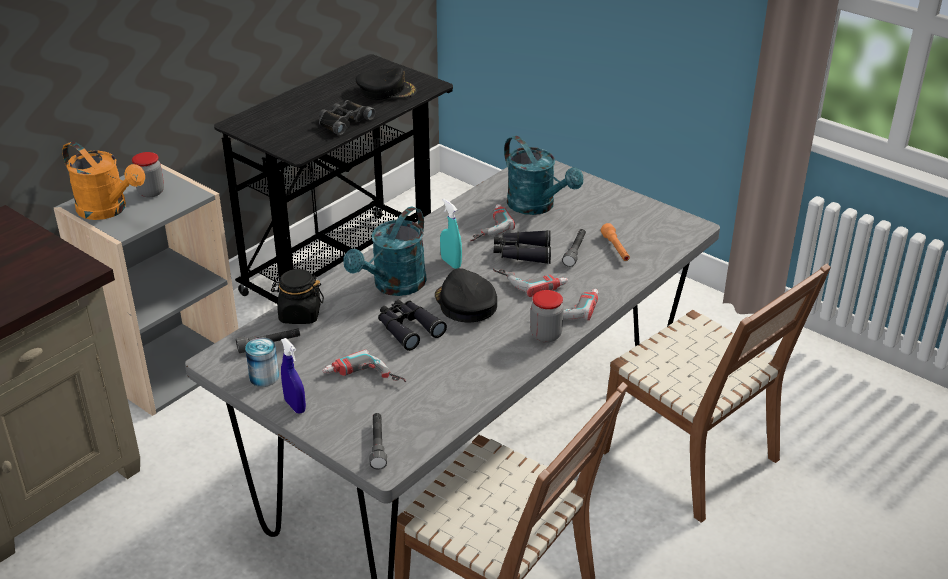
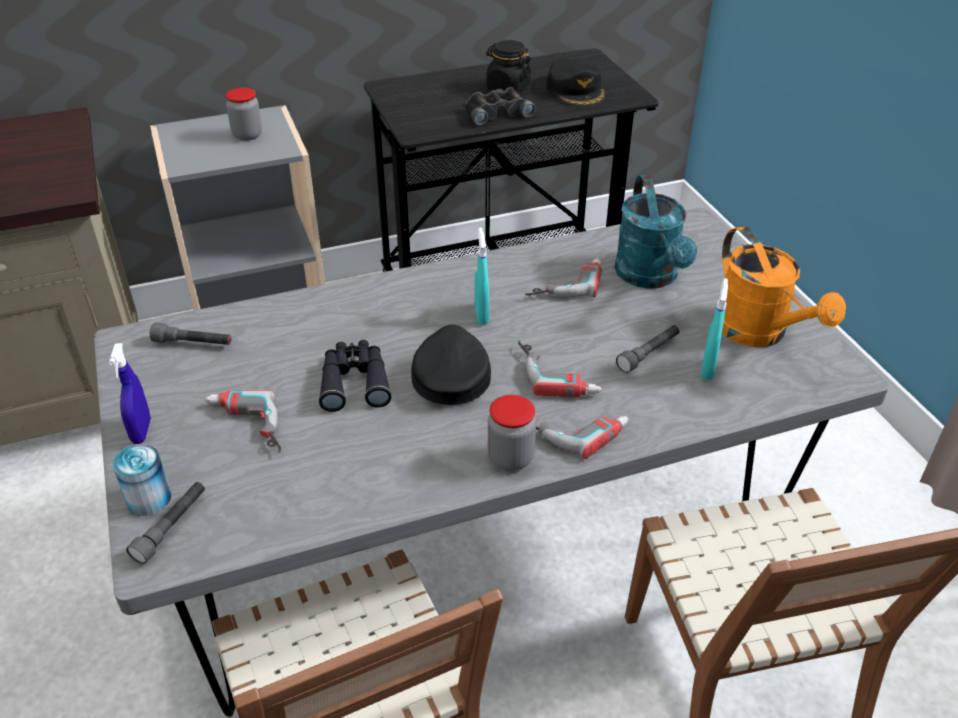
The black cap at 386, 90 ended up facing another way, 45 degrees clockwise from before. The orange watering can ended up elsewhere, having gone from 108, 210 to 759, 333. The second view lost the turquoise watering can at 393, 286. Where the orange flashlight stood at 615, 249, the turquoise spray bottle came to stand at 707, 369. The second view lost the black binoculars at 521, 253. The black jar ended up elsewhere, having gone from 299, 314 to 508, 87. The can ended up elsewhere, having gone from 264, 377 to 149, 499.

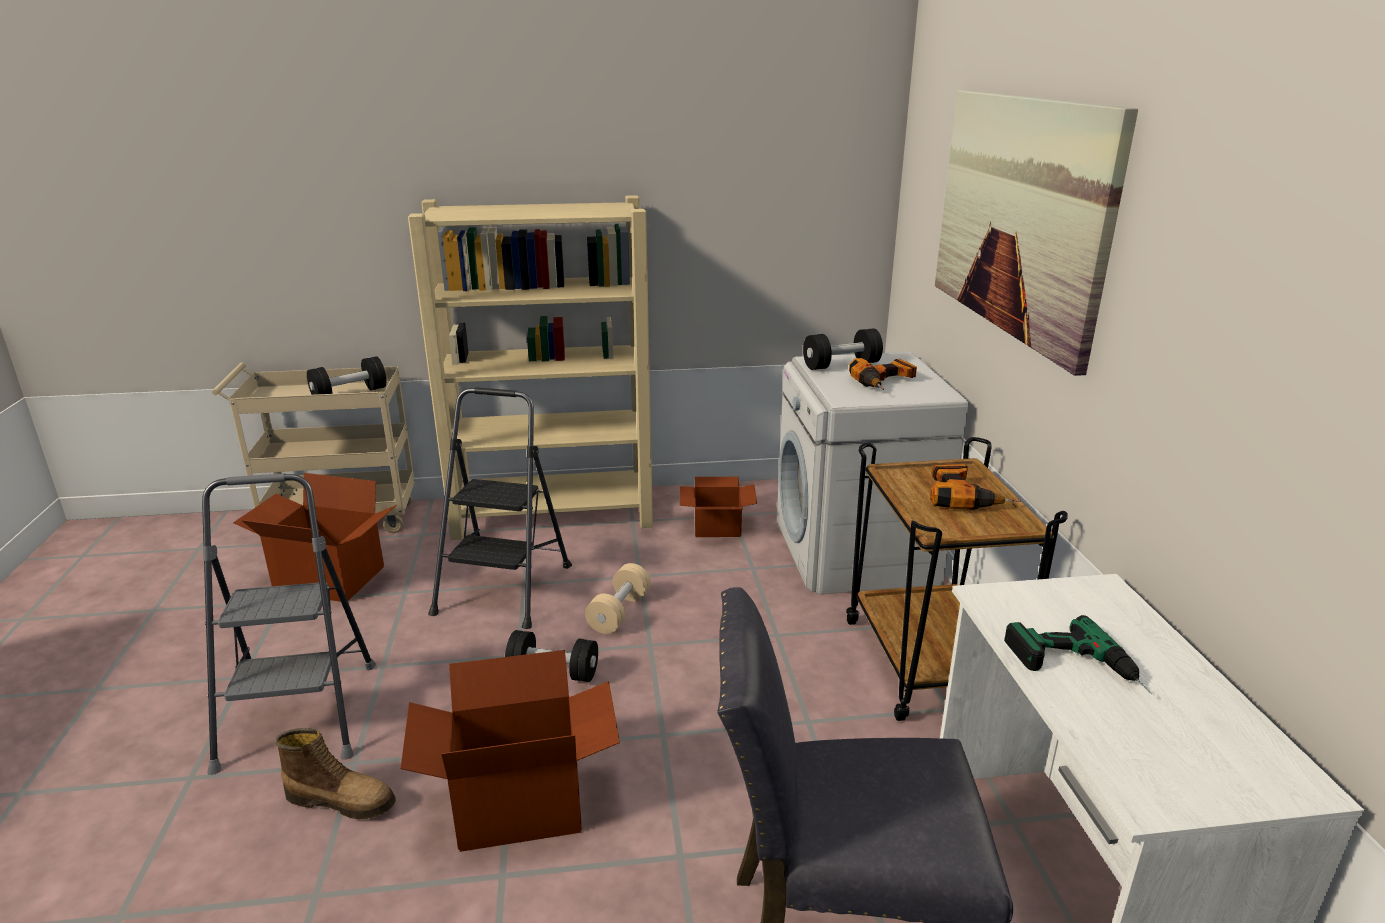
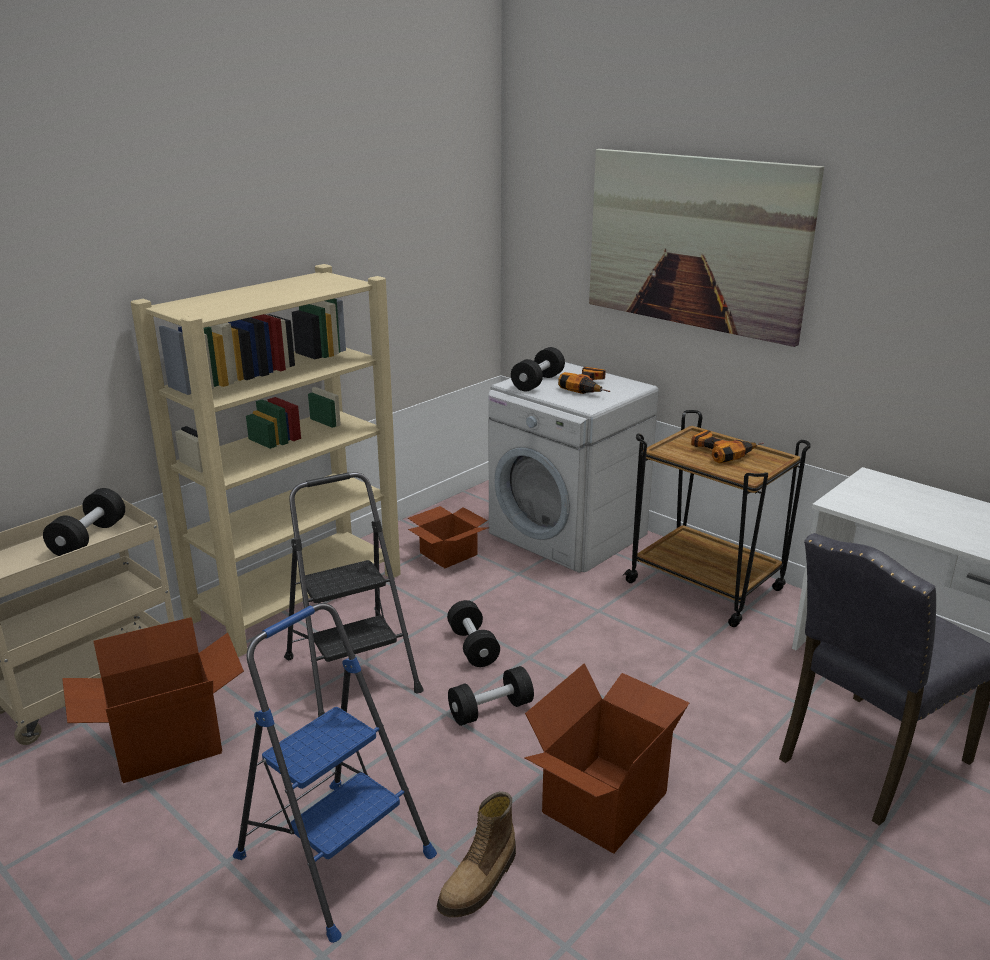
What was the grey step ladder at 300, 710 turned into the blue step ladder at 331, 850. What was the beige dumbbell at 619, 612 turned into the black dumbbell at 473, 646. The second view lost the power drill at 1077, 669. The boot at 342, 800 ended up facing another way, 150 degrees clockwise from before.

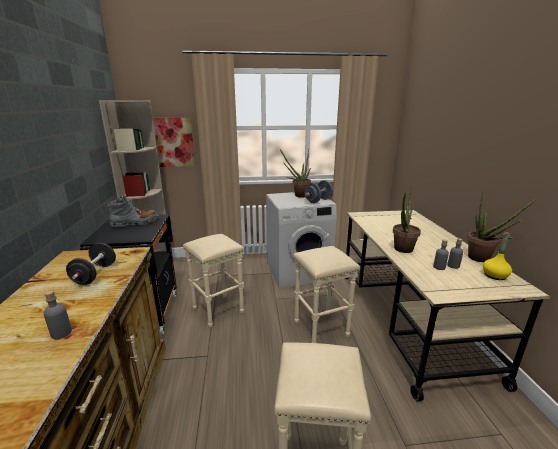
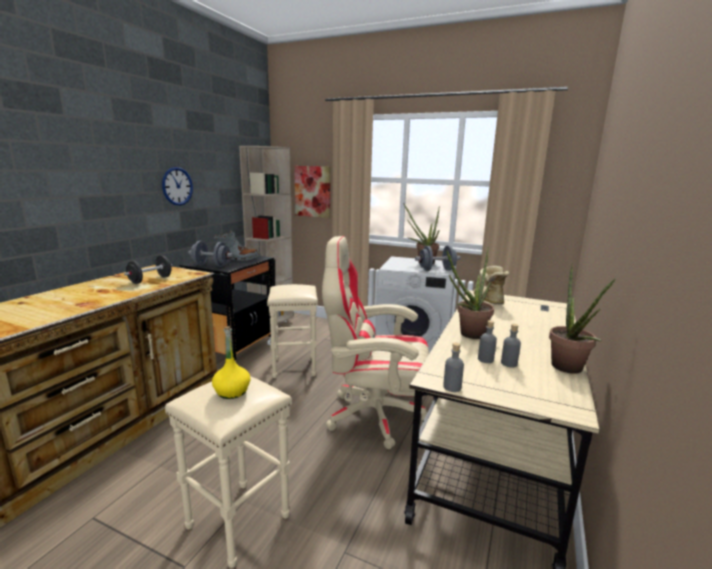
The yellow bottle ended up elsewhere, having gone from 494, 275 to 232, 391. Where the beige stool stood at 320, 328, the beige office chair came to stand at 375, 415. The grey bottle ended up elsewhere, having gone from 61, 333 to 452, 387. The second view gained the wall clock at 177, 186. The second view gained the grey dumbbell at 211, 266. The second view gained the boot at 487, 300.

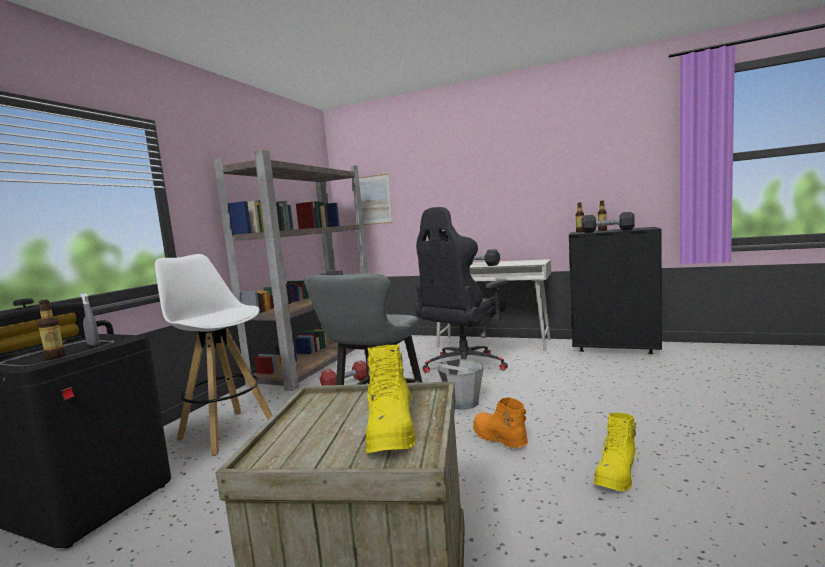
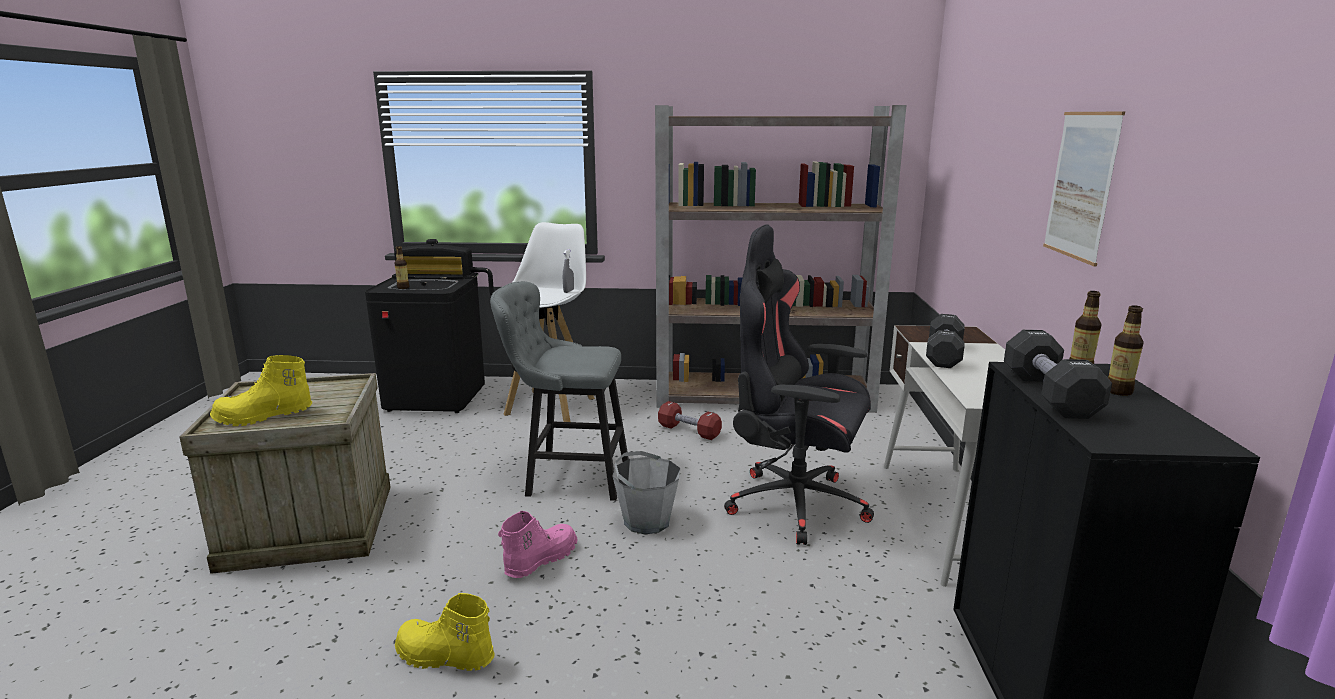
The picture ended up elsewhere, having gone from 373, 200 to 1081, 185. The grey spray bottle ended up elsewhere, having gone from 93, 344 to 568, 291. What was the orange boot at 498, 438 turned into the pink boot at 540, 560.

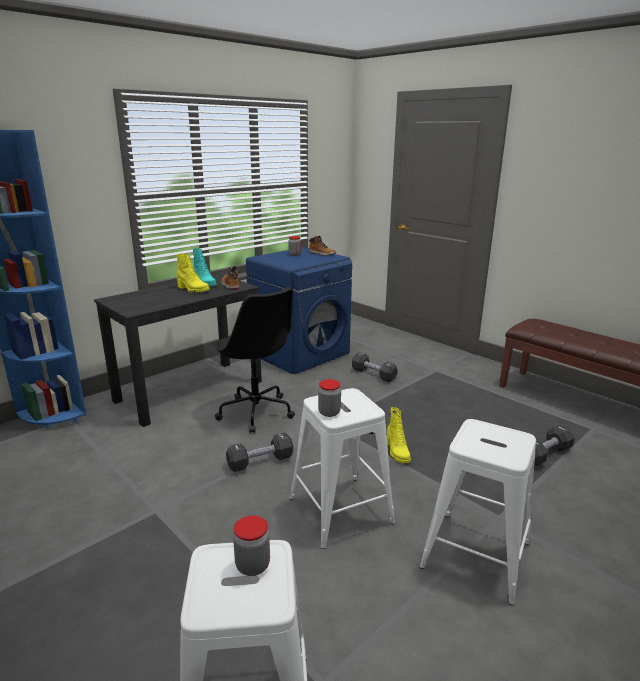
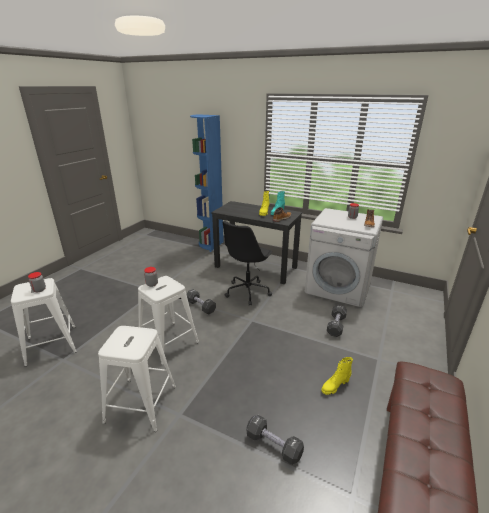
What was the blue washing machine at 302, 353 turned into the white washing machine at 338, 288. The yellow boot ended up elsewhere, having gone from 397, 452 to 335, 386.

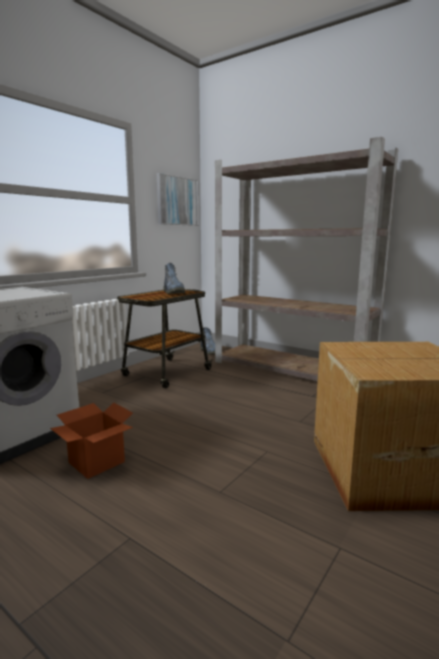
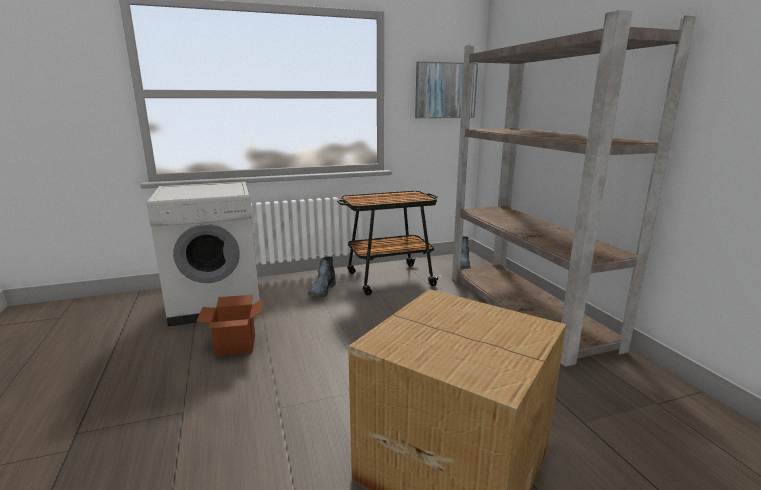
The boot ended up elsewhere, having gone from 173, 292 to 322, 291.

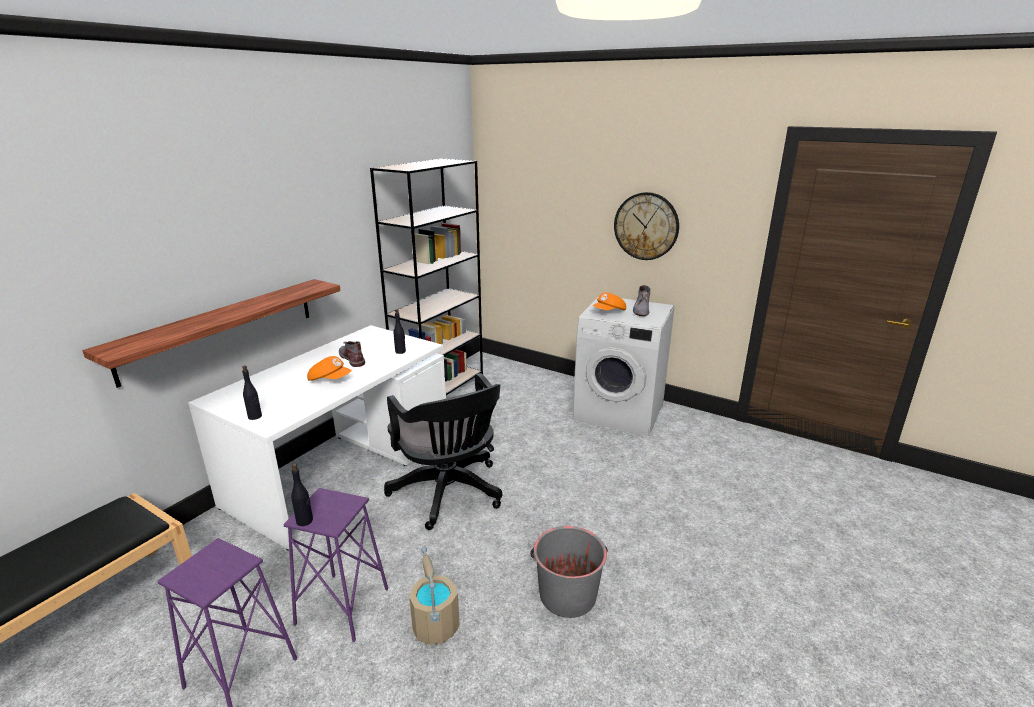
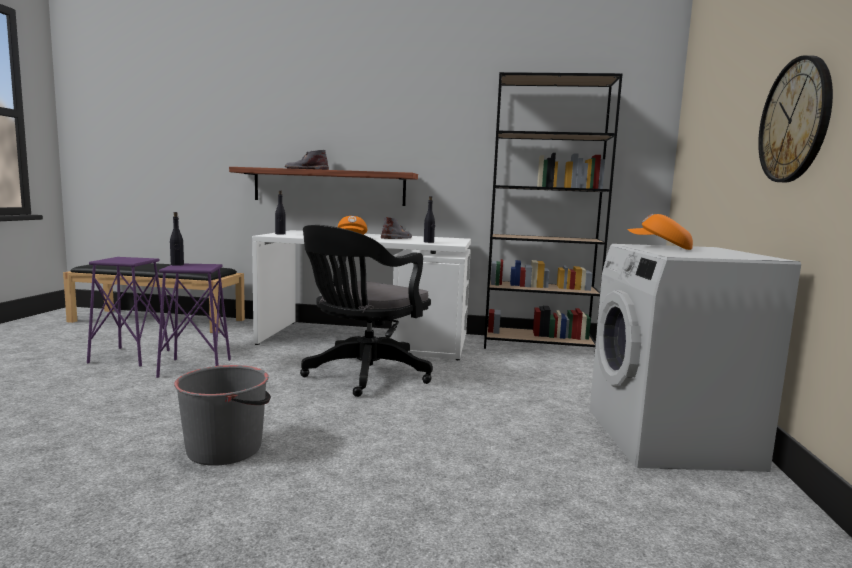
The grey boot ended up elsewhere, having gone from 641, 309 to 306, 169. The second view lost the beige bucket at 435, 626.

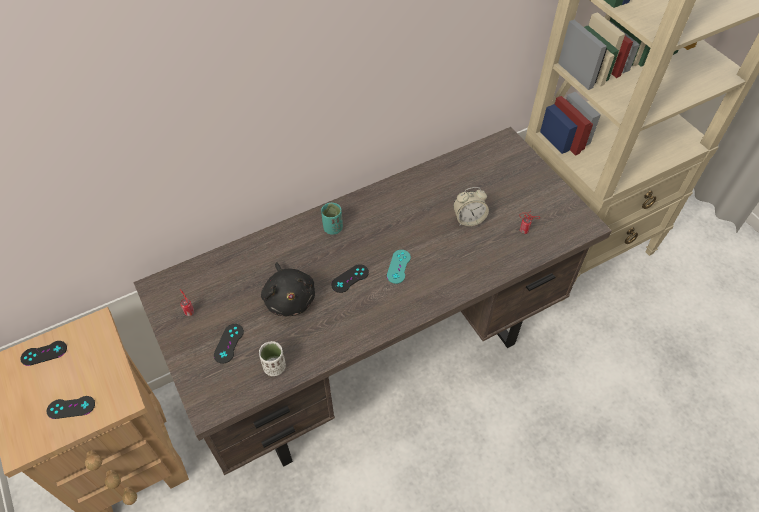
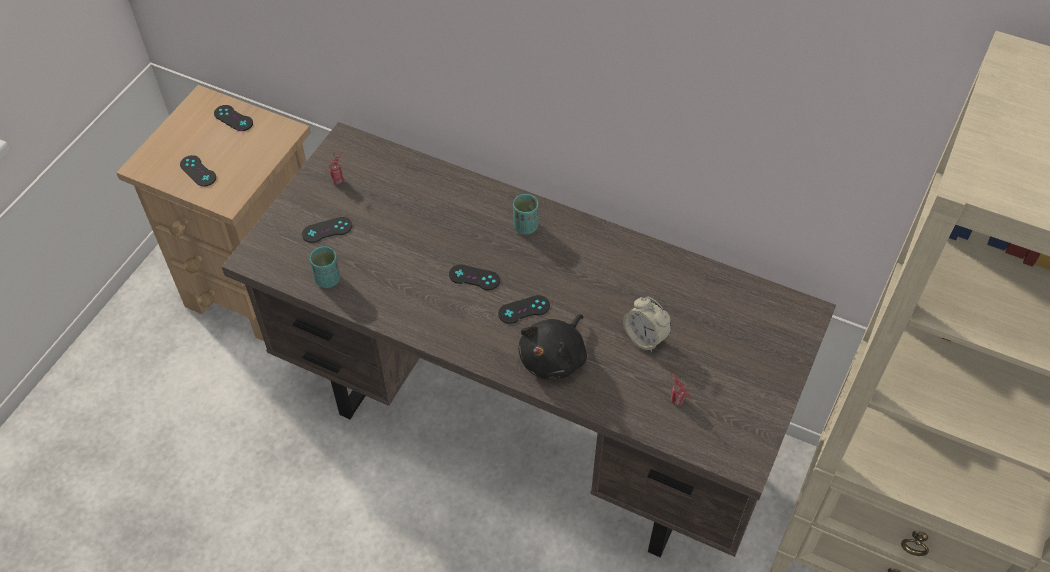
What was the turquoise game controller at 398, 266 turned into the black game controller at 524, 310. The black plush toy ended up elsewhere, having gone from 290, 298 to 554, 357. What was the white cup at 274, 367 turned into the turquoise cup at 328, 279.

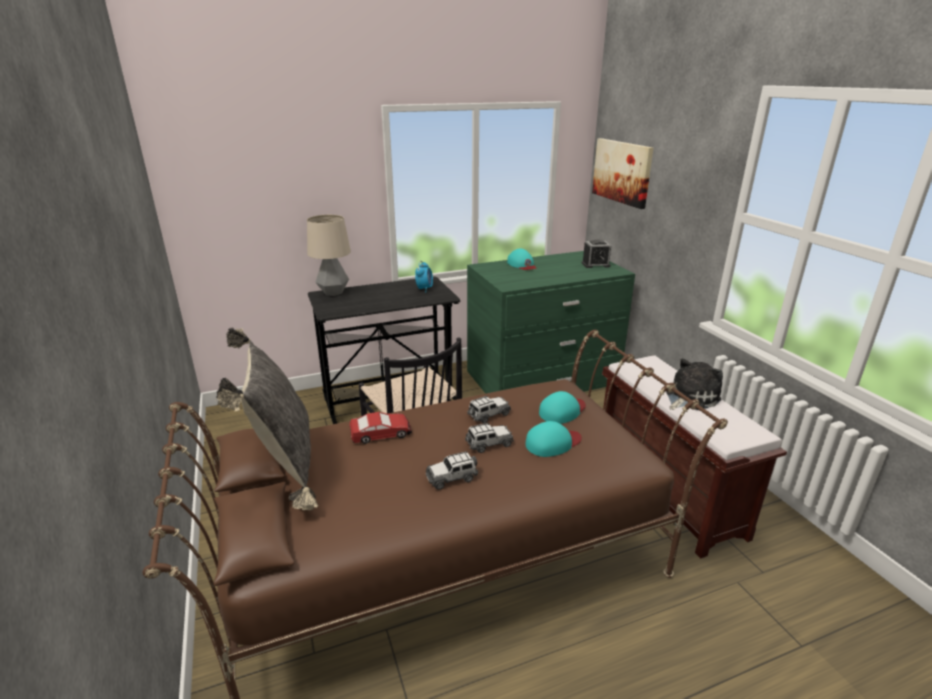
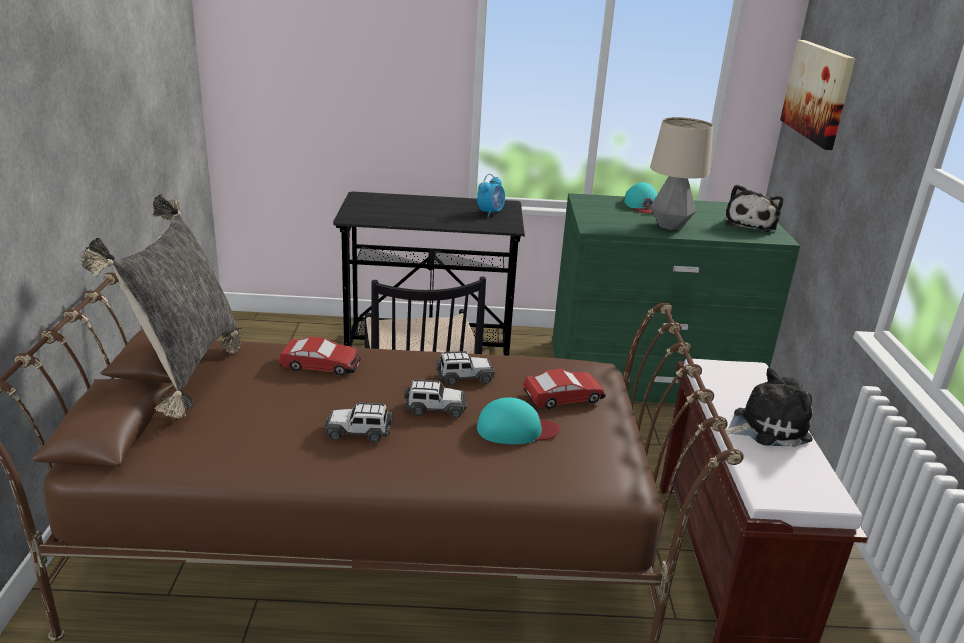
The table lamp ended up elsewhere, having gone from 333, 293 to 670, 226. Where the alarm clock stood at 595, 264, the plush toy came to stand at 751, 224. Where the turquoise cap stood at 562, 411, the toy car came to stand at 564, 397.

